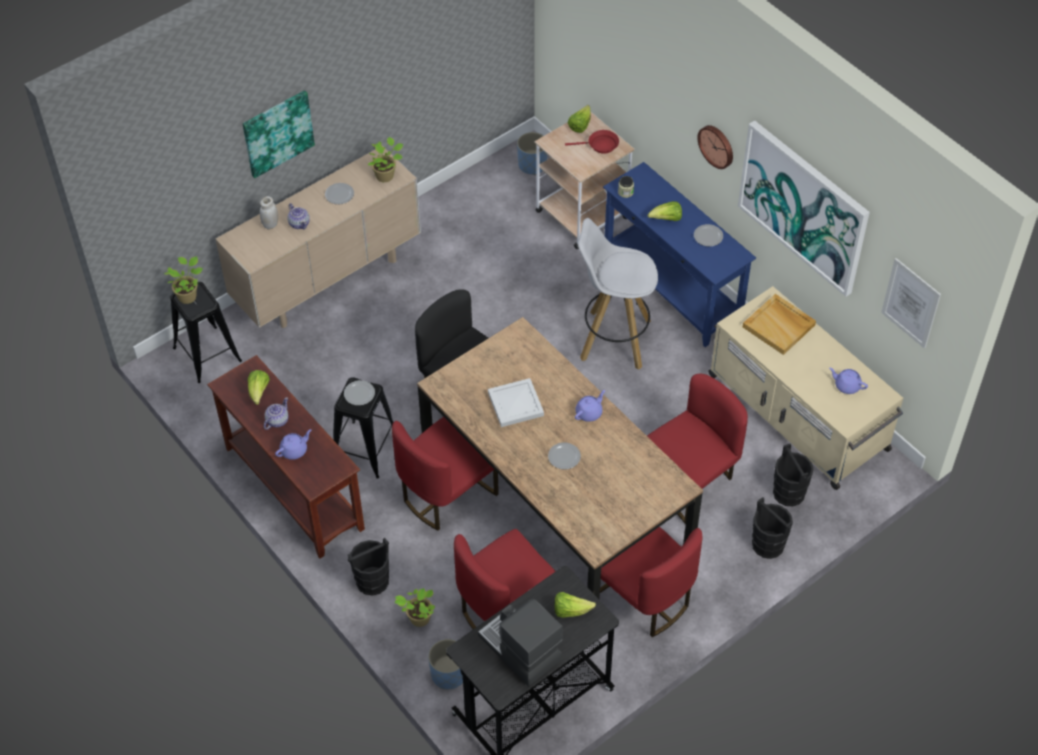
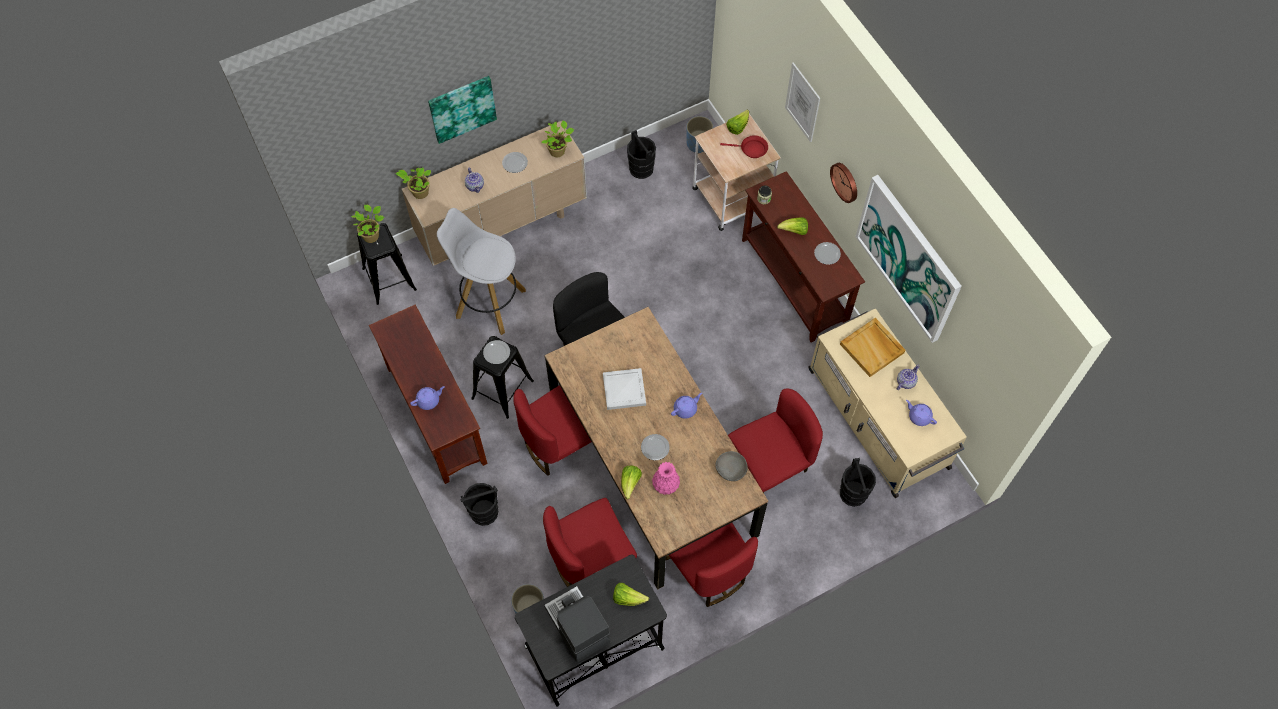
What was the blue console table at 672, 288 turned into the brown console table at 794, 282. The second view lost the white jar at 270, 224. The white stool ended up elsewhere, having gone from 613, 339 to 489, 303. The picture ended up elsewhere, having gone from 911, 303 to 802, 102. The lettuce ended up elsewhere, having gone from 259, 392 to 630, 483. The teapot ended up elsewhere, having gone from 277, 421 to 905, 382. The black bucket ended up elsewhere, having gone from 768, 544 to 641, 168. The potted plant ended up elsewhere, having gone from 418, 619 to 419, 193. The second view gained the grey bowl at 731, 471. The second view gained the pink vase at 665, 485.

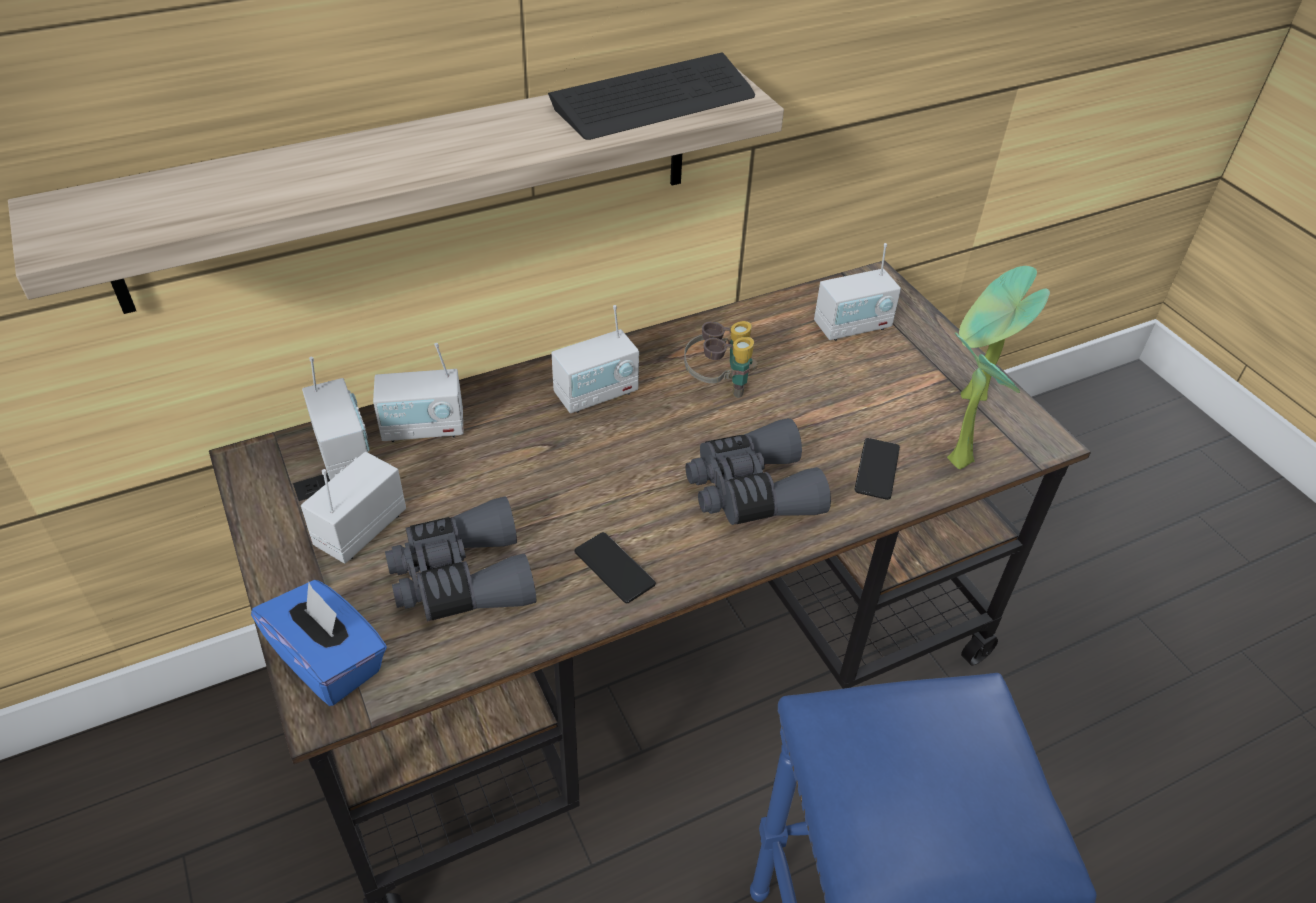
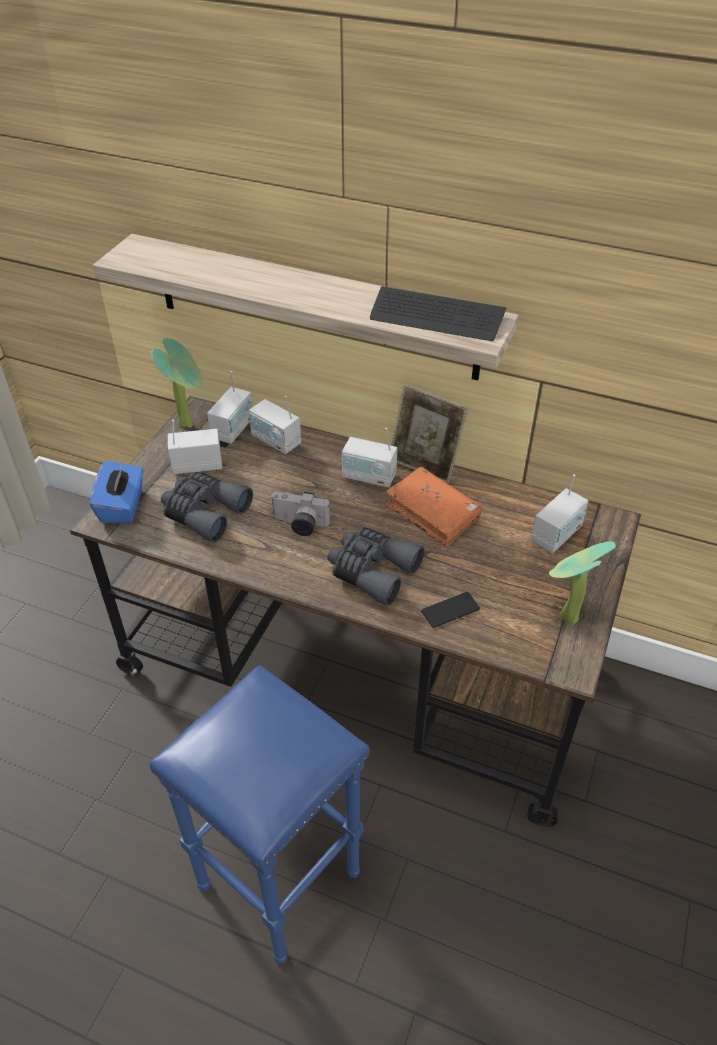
The radio at 852, 326 ended up facing another way, 75 degrees counterclockwise from before. Where the binoculars stood at 718, 386, the orange book came to stand at 433, 513. The potted plant ended up elsewhere, having gone from 960, 457 to 188, 423. The second view lost the phone at 614, 568. The second view gained the picture frame at 424, 464. The second view gained the photo camera at 299, 525.

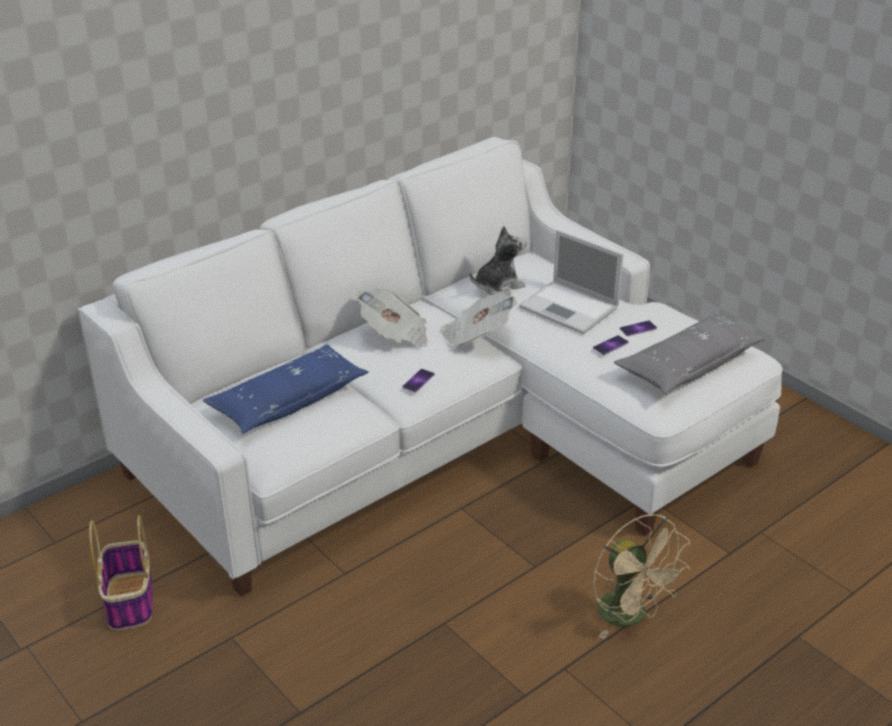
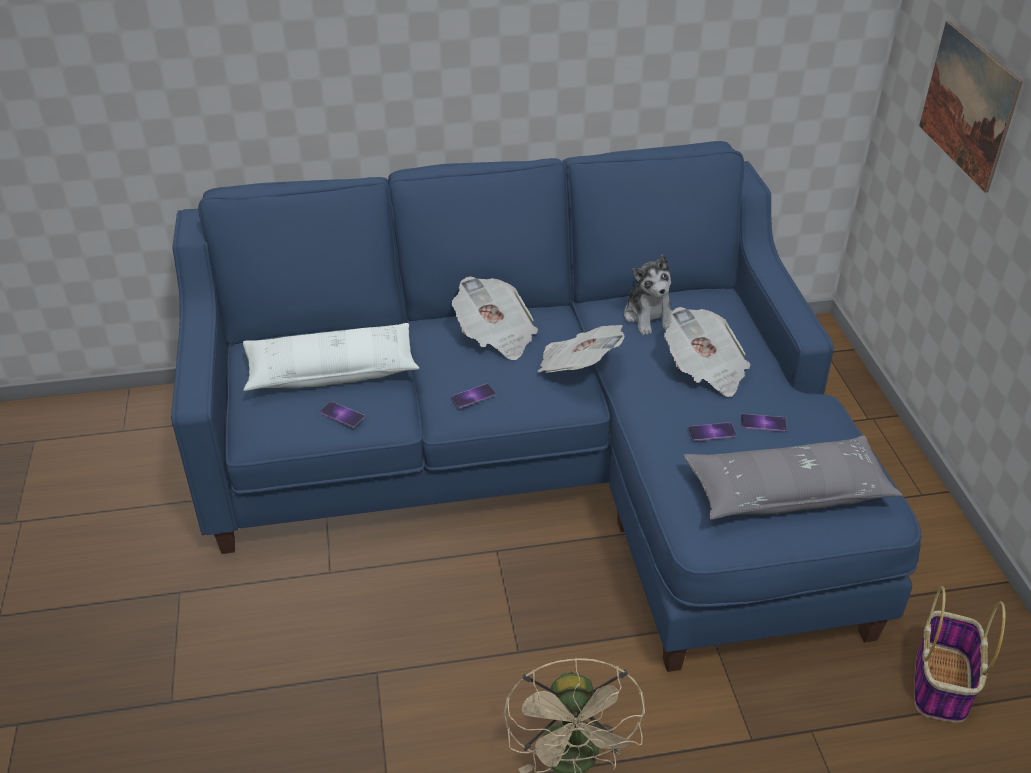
What was the white sofa at 443, 436 turned into the blue sofa at 542, 463. The plush toy at 498, 286 ended up facing another way, 75 degrees clockwise from before. Where the laptop stood at 570, 308, the newspaper came to stand at 705, 370. What was the blue pillow at 288, 400 turned into the white pillow at 332, 371. The basket ended up elsewhere, having gone from 130, 602 to 942, 684. The second view gained the picture at 968, 105. The second view gained the phone at 342, 414.

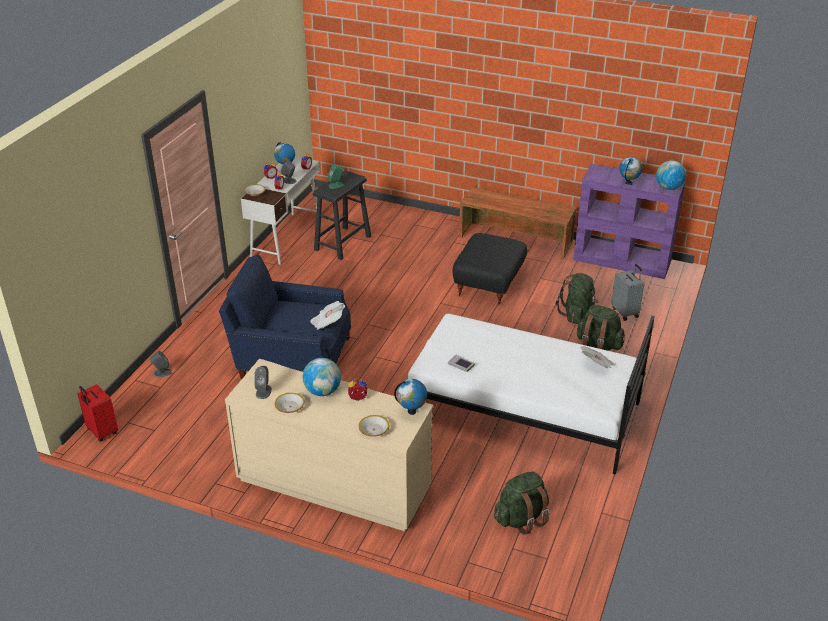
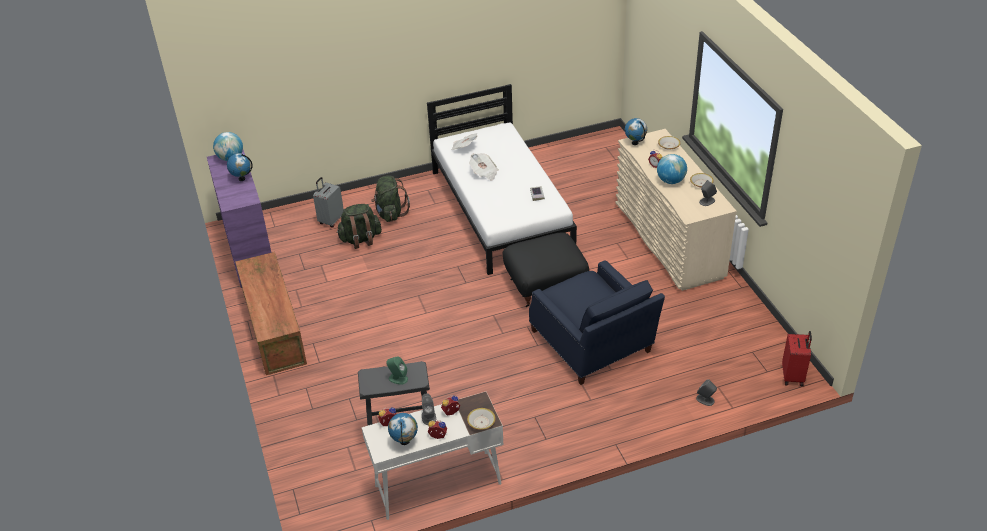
The black ottoman ended up elsewhere, having gone from 489, 285 to 545, 285. The newspaper ended up elsewhere, having gone from 327, 322 to 484, 173. The second view lost the green backpack at 521, 518.

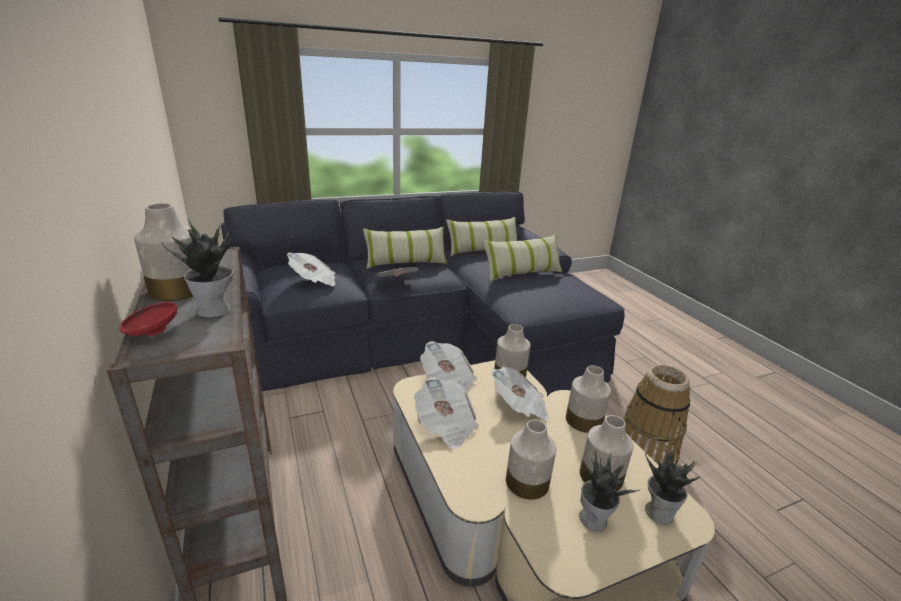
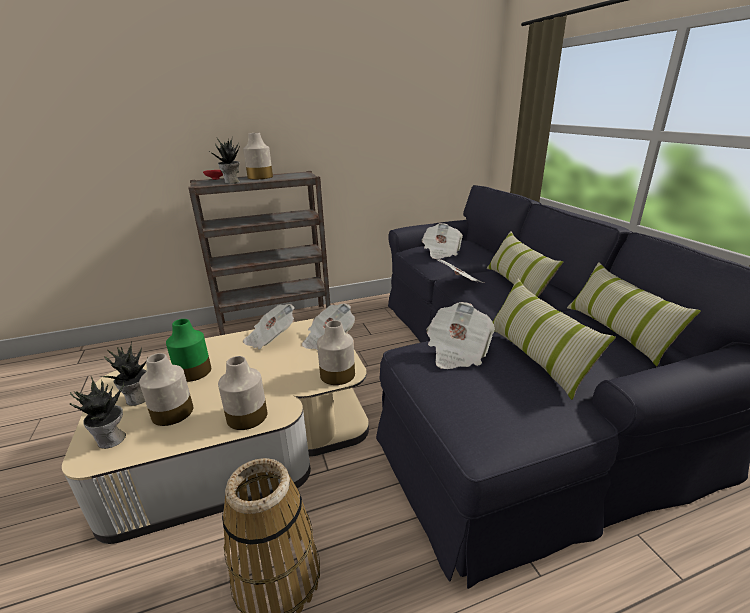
The newspaper ended up elsewhere, having gone from 519, 406 to 457, 352. What was the beige vase at 526, 481 turned into the green vase at 194, 371.

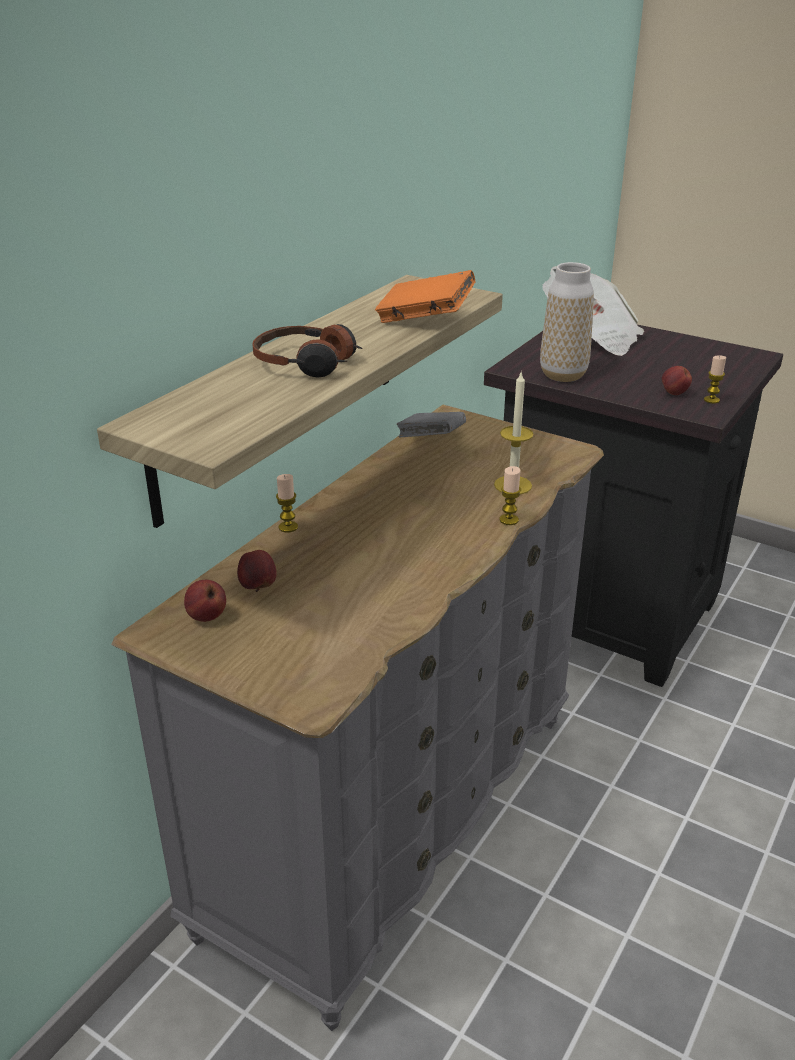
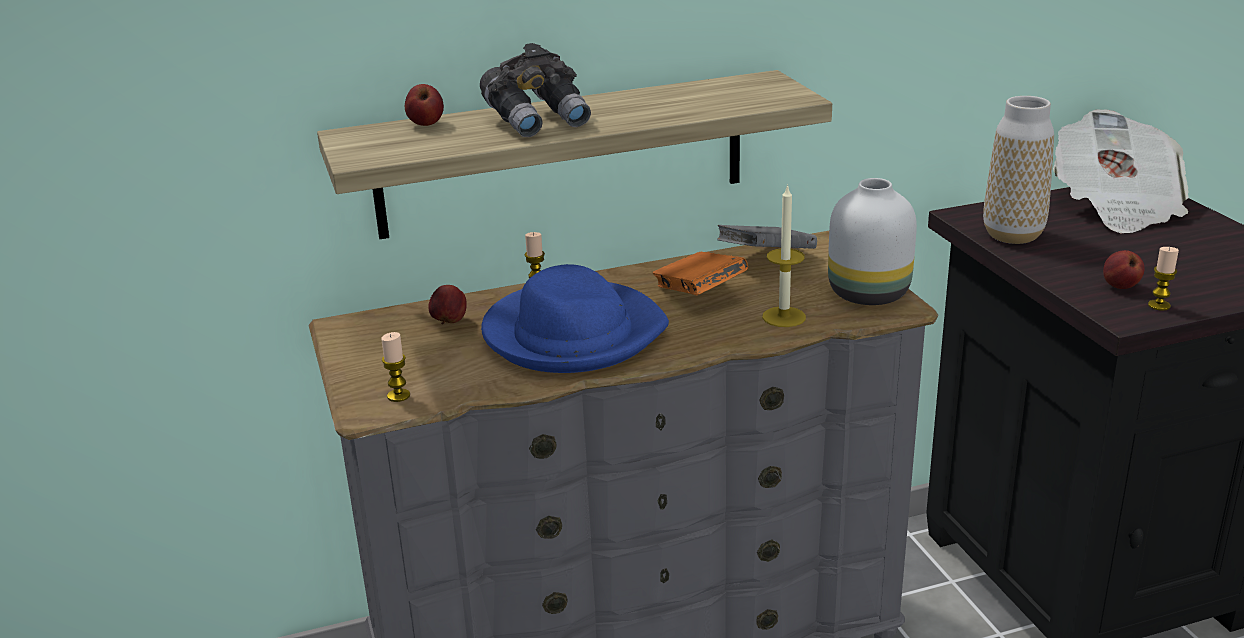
The orange book ended up elsewhere, having gone from 425, 319 to 699, 294. Where the headphones stood at 307, 363, the grey binoculars came to stand at 538, 121. The candle ended up elsewhere, having gone from 509, 520 to 398, 396. The apple ended up elsewhere, having gone from 206, 617 to 426, 124. The second view gained the white vase at 870, 295. The second view gained the blue hat at 572, 333.

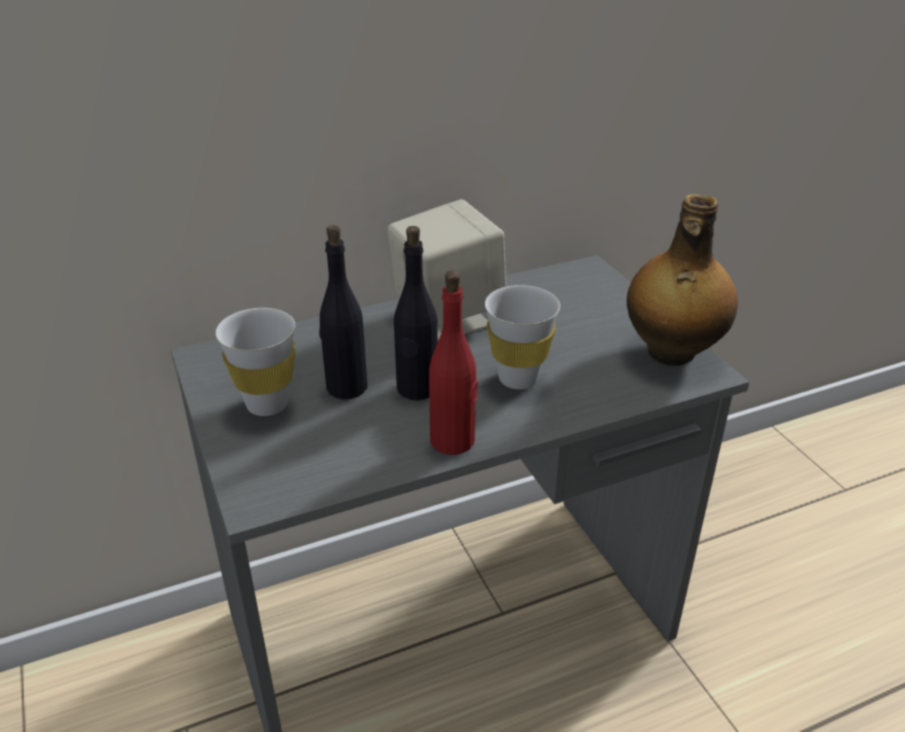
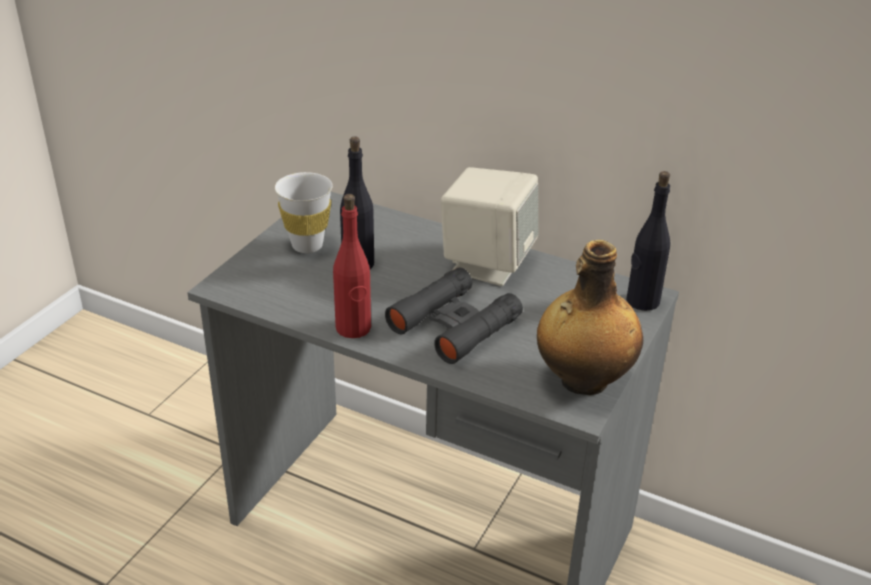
The black bottle ended up elsewhere, having gone from 417, 389 to 642, 301. Where the white cup stood at 518, 378, the black binoculars came to stand at 454, 324.

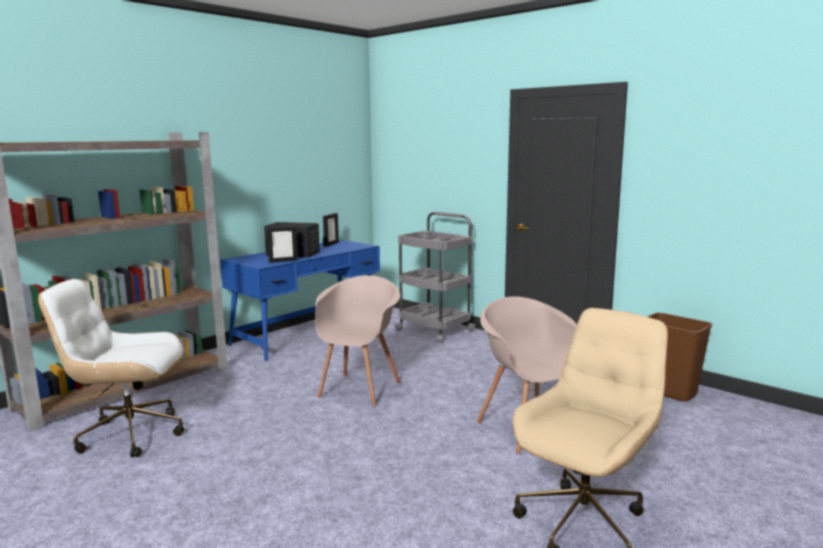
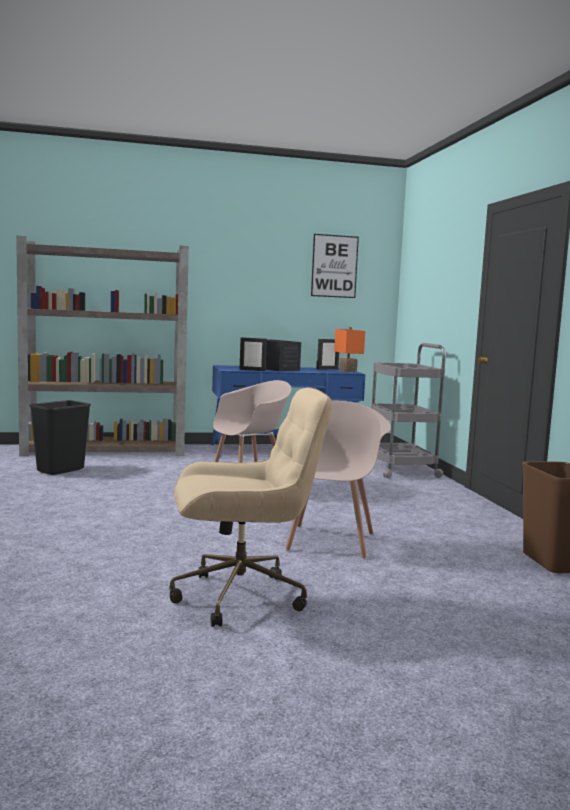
Where the white office chair stood at 128, 435, the black trash can came to stand at 60, 470. The second view gained the picture at 334, 266. The second view gained the orange table lamp at 346, 371.

